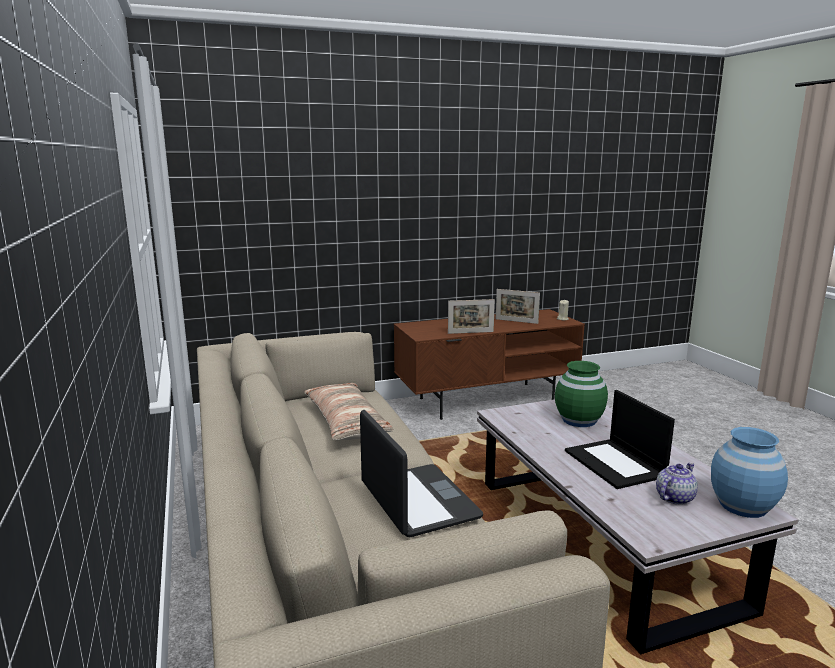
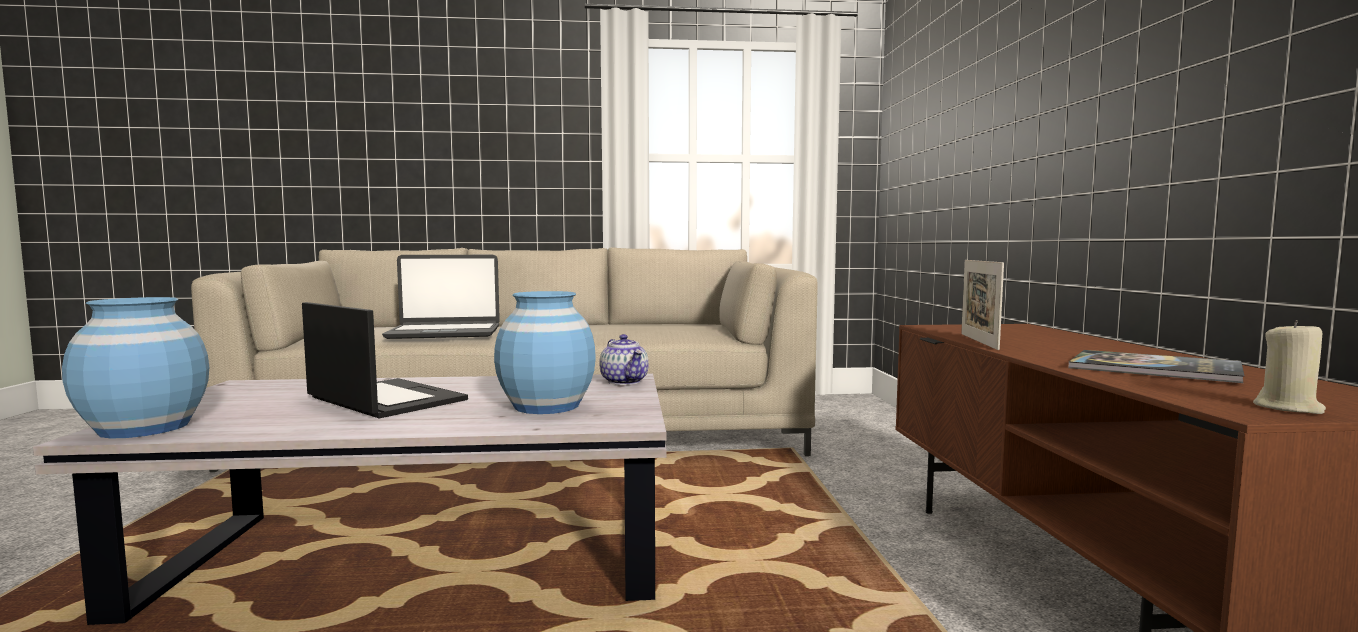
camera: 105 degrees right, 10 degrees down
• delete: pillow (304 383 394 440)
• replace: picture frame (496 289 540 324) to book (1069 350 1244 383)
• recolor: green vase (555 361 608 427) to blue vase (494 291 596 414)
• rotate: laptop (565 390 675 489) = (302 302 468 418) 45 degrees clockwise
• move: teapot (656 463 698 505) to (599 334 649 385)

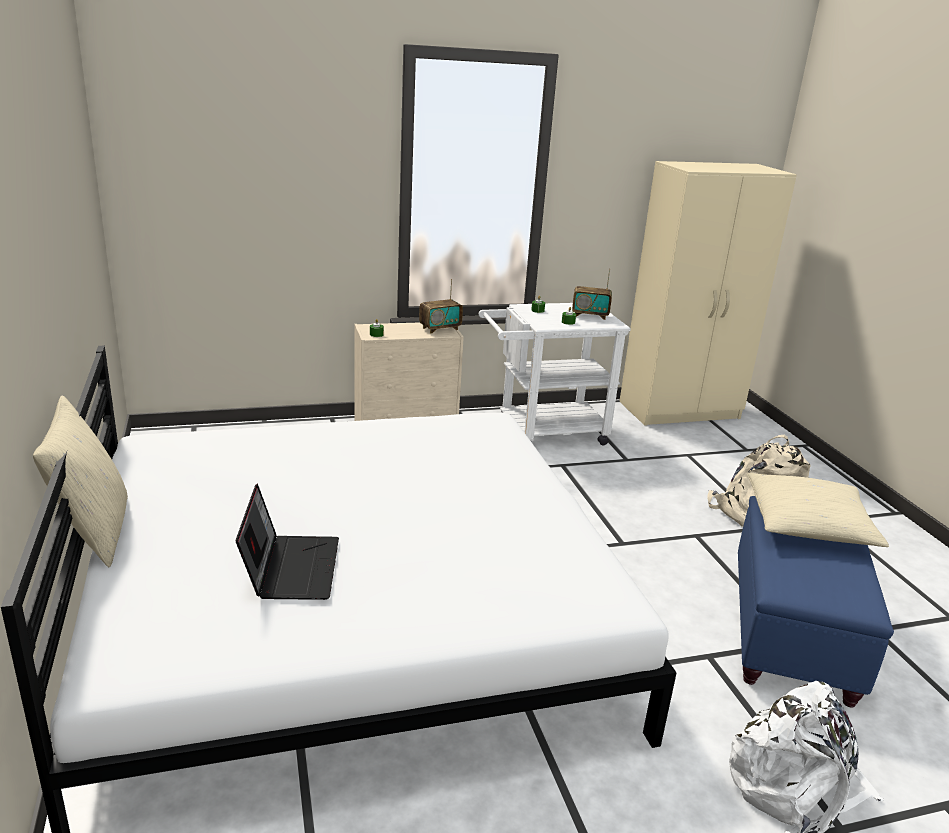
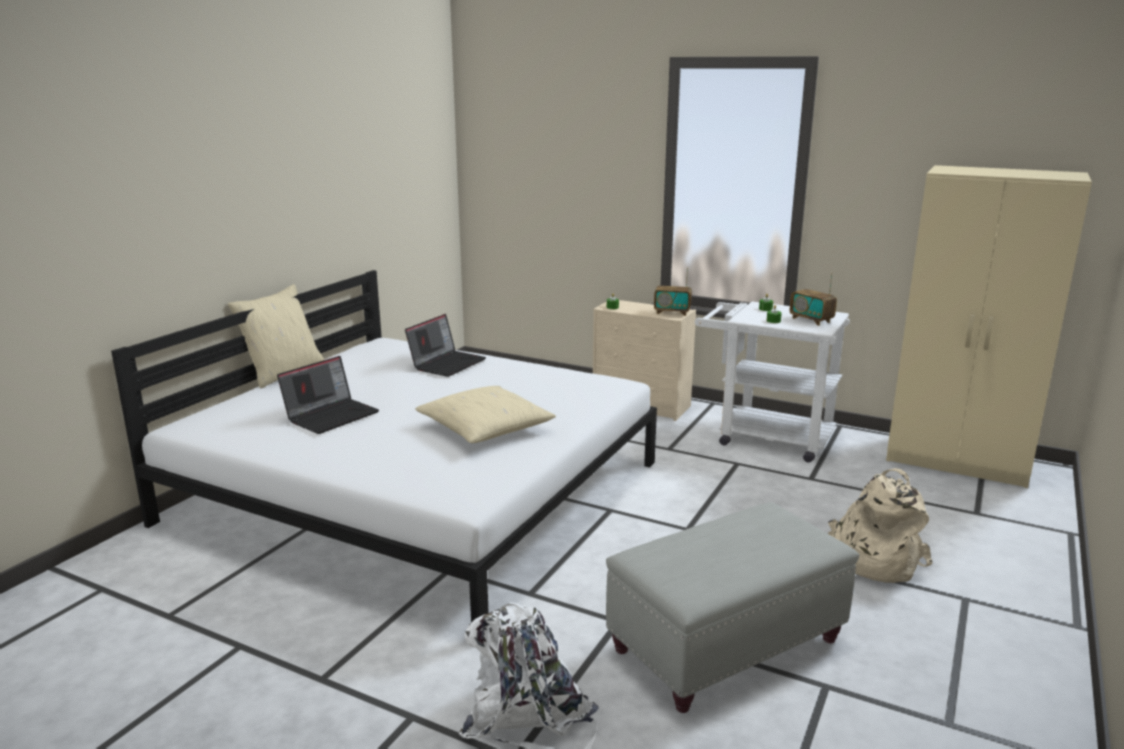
camera: 45 degrees right, 5 degrees down
• recolor: blue ottoman (738 496 894 708) to grey ottoman (606 502 859 713)
• move: beige pillow (747 473 889 547) to (415 386 556 443)
• insert: laptop (405 314 486 377)

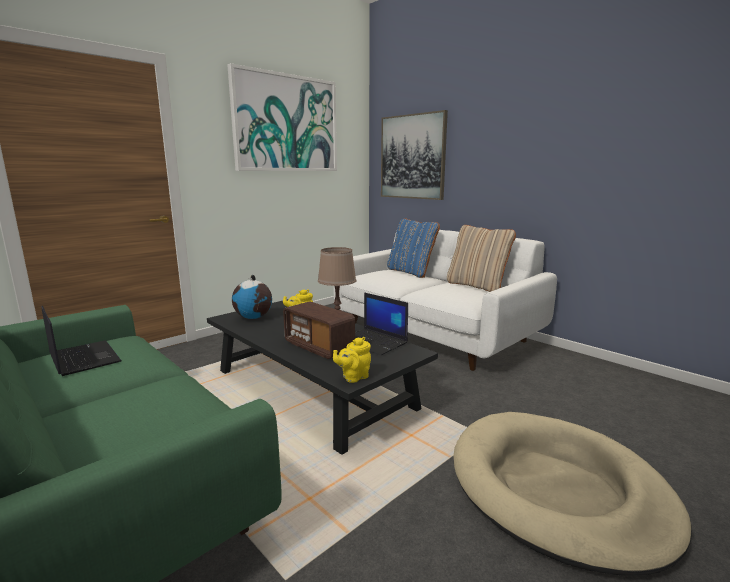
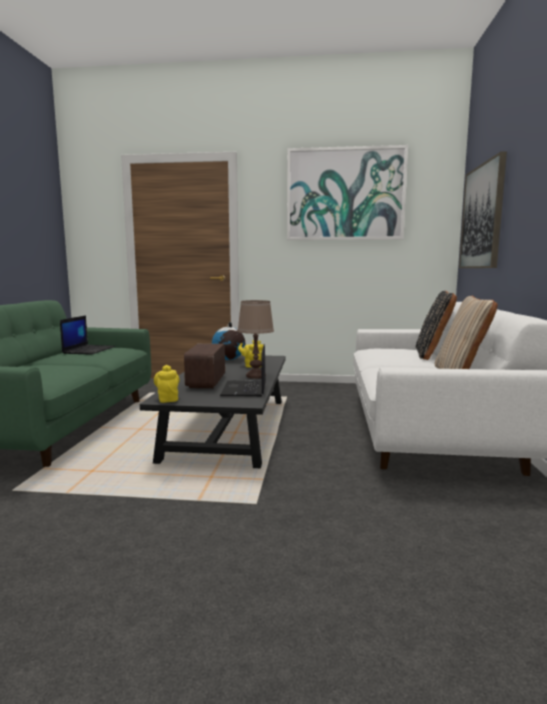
camera: 50 degrees right, 5 degrees down
• rotate: yellow teapot (333 337 371 383) = (154 365 180 403) 60 degrees clockwise
• recolor: blue pillow (387 218 440 278) to black pillow (416 291 457 360)
• delete: beige dog bed (454 412 692 576)

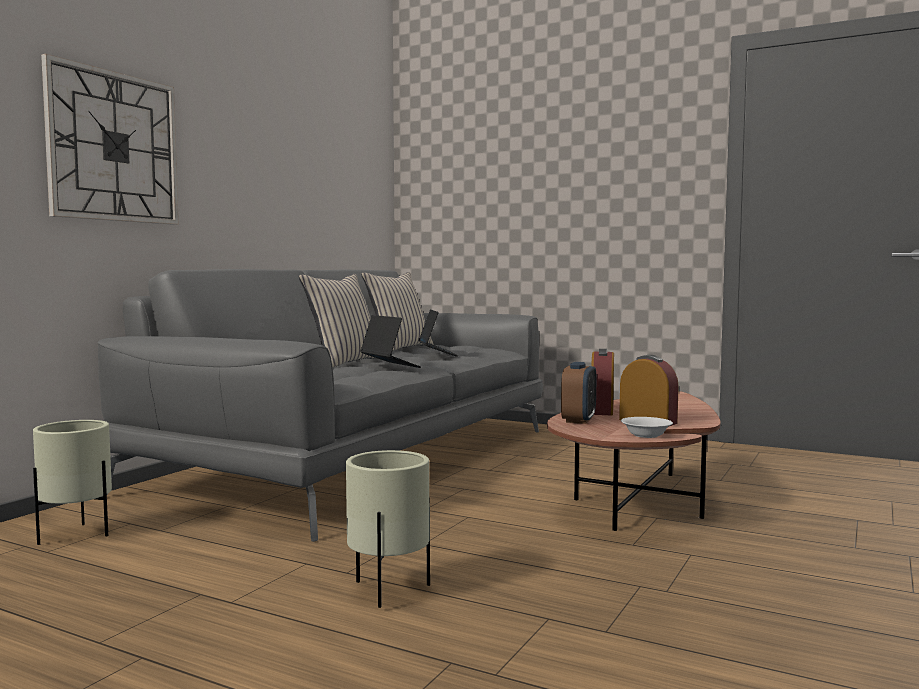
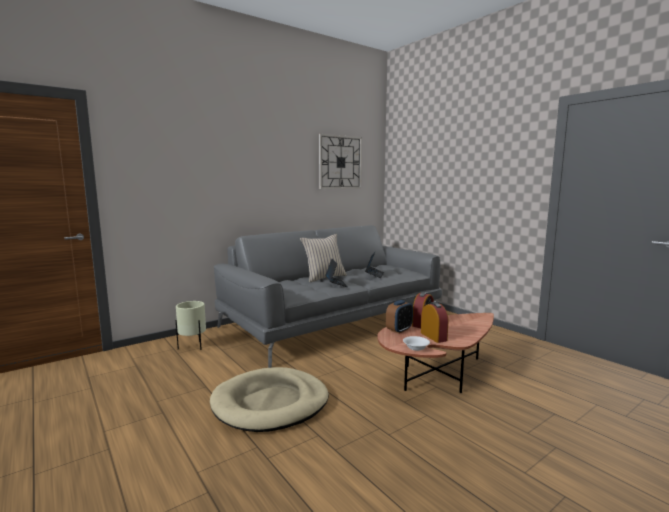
camera: 25 degrees right, 5 degrees up
• move: wall clock (41 54 179 225) to (319 134 362 189)
• replace: beige planter (346 450 430 608) to beige dog bed (210 367 329 432)
• delete: beige pillow (361 272 433 351)

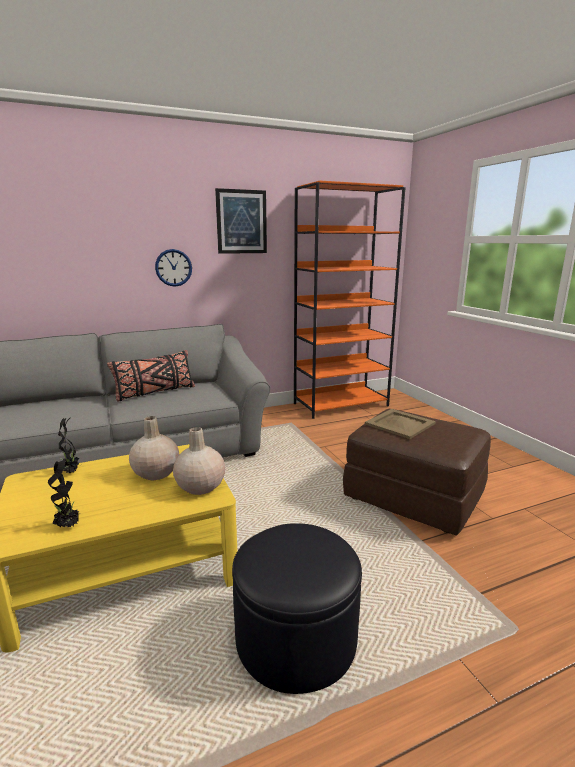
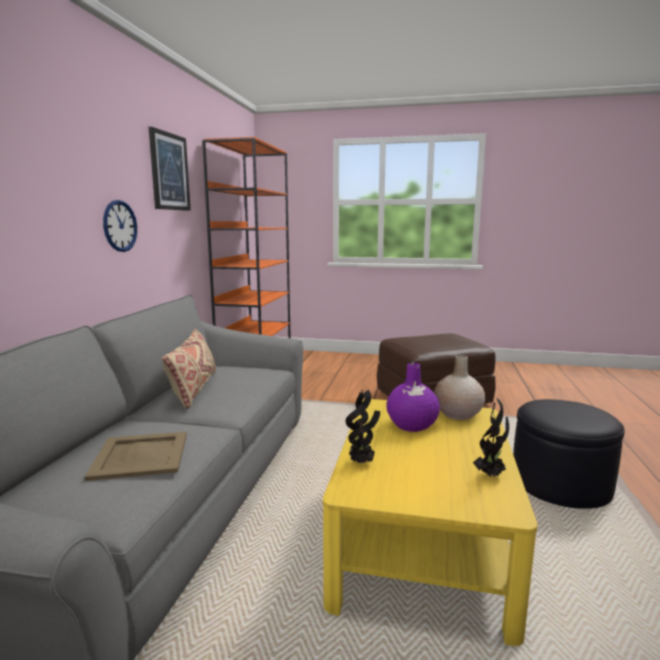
camera: 55 degrees left, 5 degrees down
• recolor: black pillow (107 350 195 401) to beige pillow (161 328 216 409)
• recolor: beige vase (129 416 179 481) to purple vase (386 362 440 432)
• move: beige tray (365 409 436 439) to (84 431 187 481)

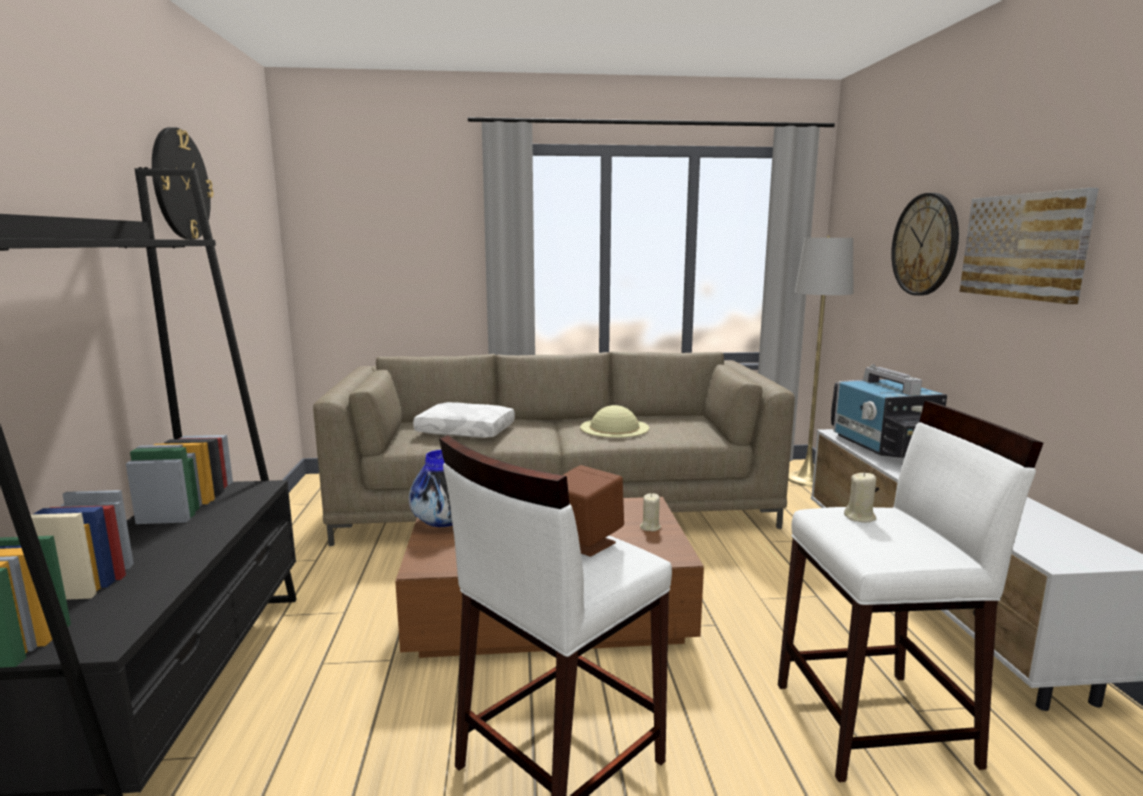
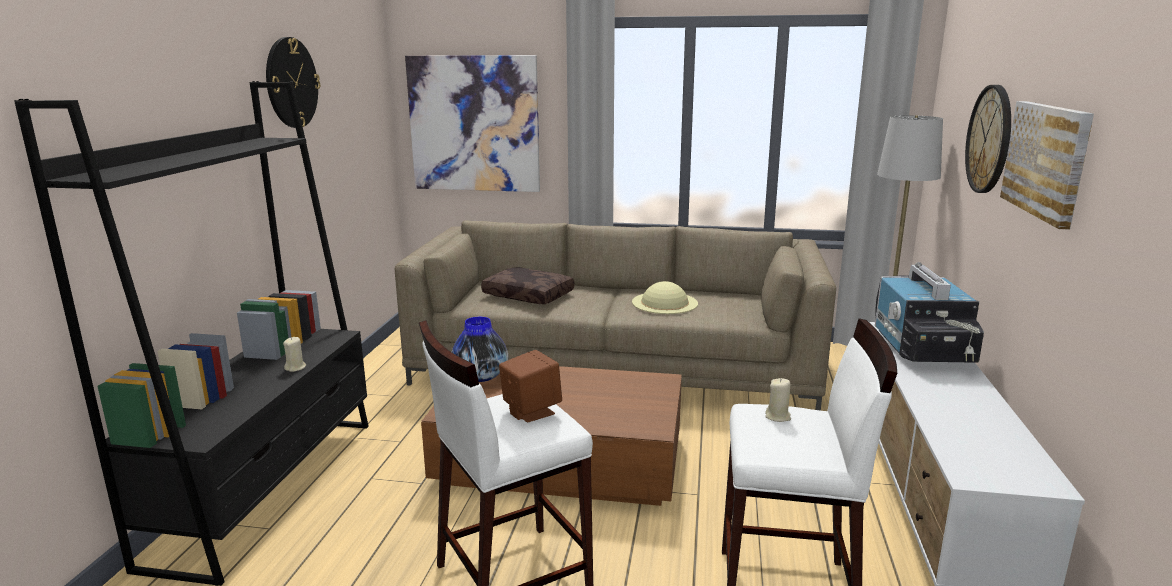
camera: 15 degrees right, 5 degrees up
• recolor: white pillow (413 402 515 438) to brown pillow (481 267 574 304)
• move: beige candle (640 493 661 532) to (283 337 306 372)
• insert: picture (405 55 540 192)

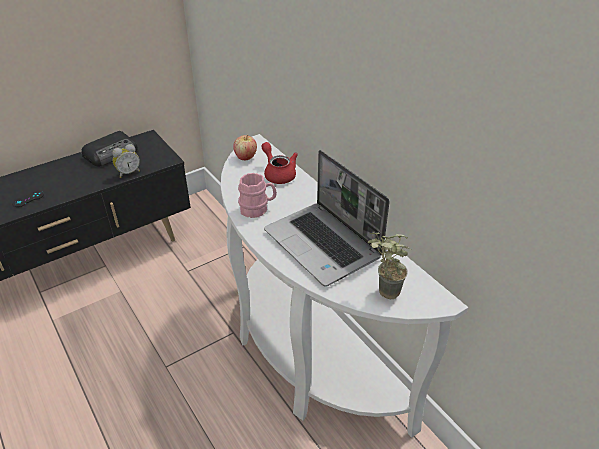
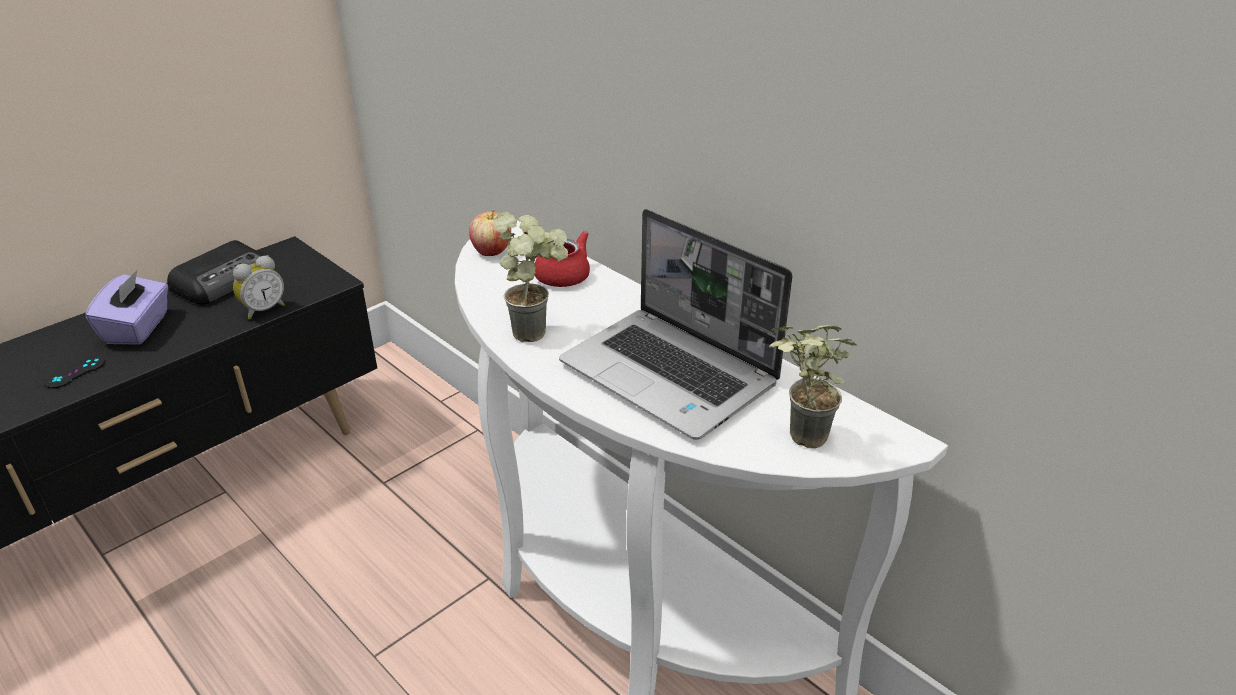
camera: 10 degrees left, 5 degrees down
• replace: pink mug (238 173 277 218) to potted plant (493 212 568 342)
• insert: purple tissue box (85 270 168 345)

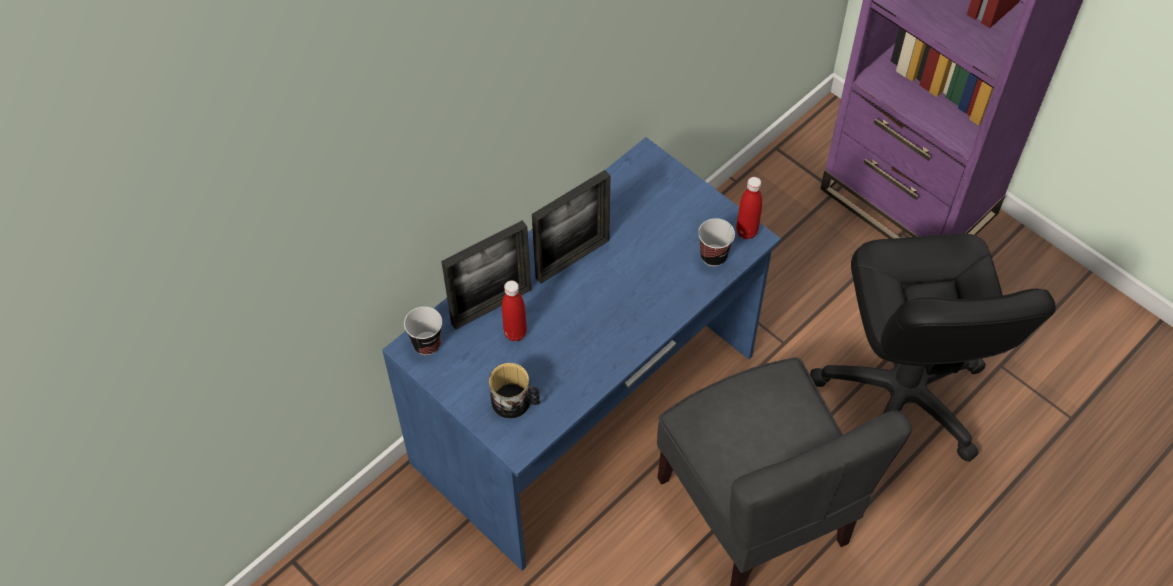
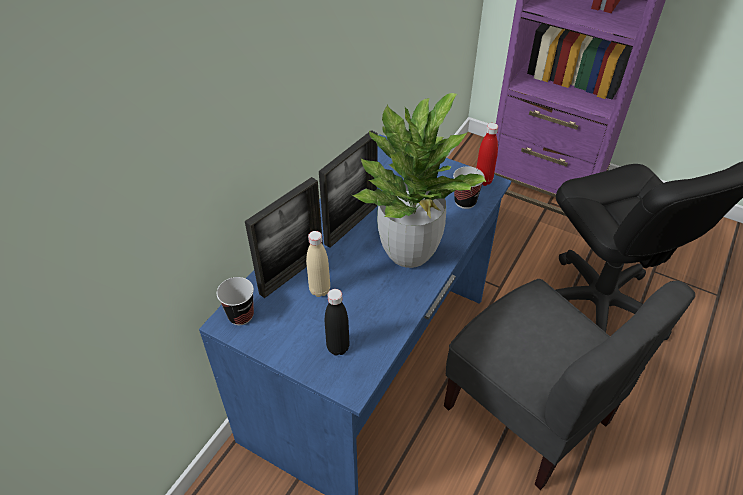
camera: 15 degrees left, 10 degrees down
• replace: mug (489 363 540 419) to black bottle (325 289 350 355)
• recolor: red bottle (502 280 527 341) to beige bottle (306 231 330 297)
• insert: potted plant (352 93 486 268)

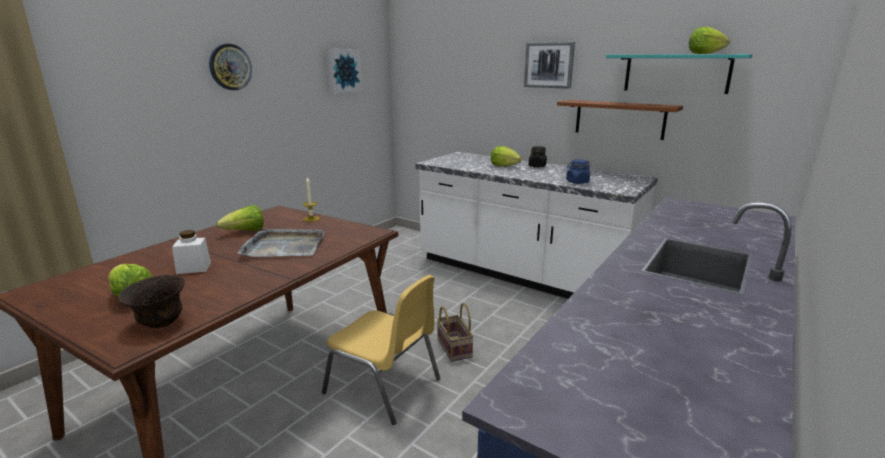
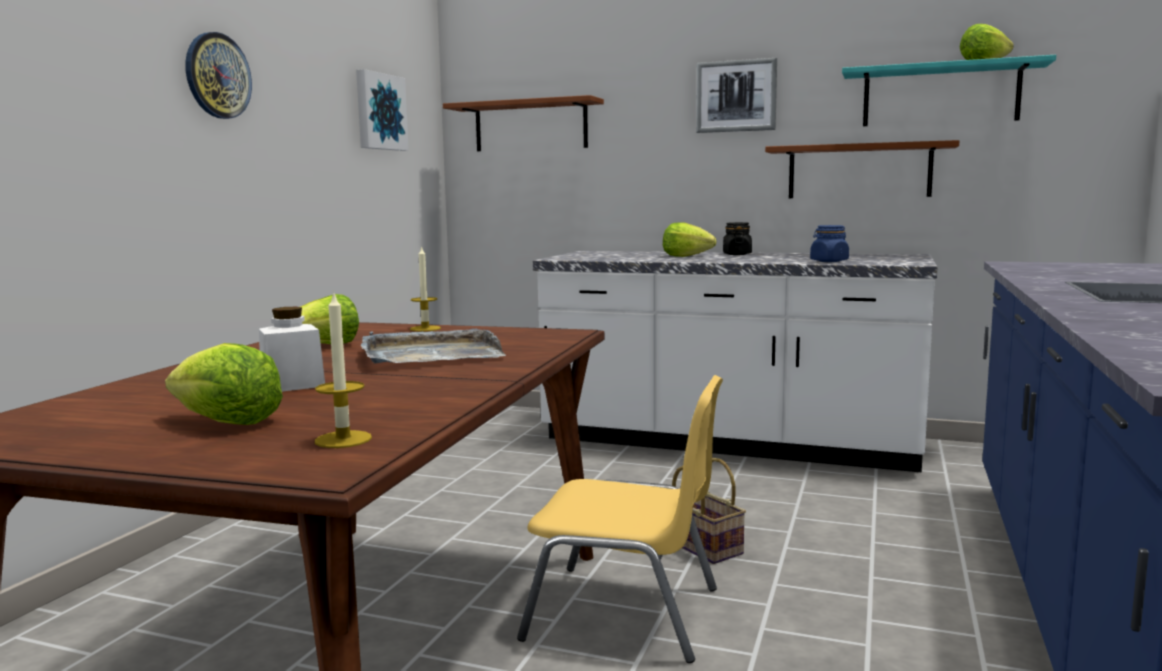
camera: 15 degrees left, 10 degrees down
• replace: brown bowl (118 275 185 328) to candle (315 291 372 448)
• insert: brown shelf (443 95 604 151)

